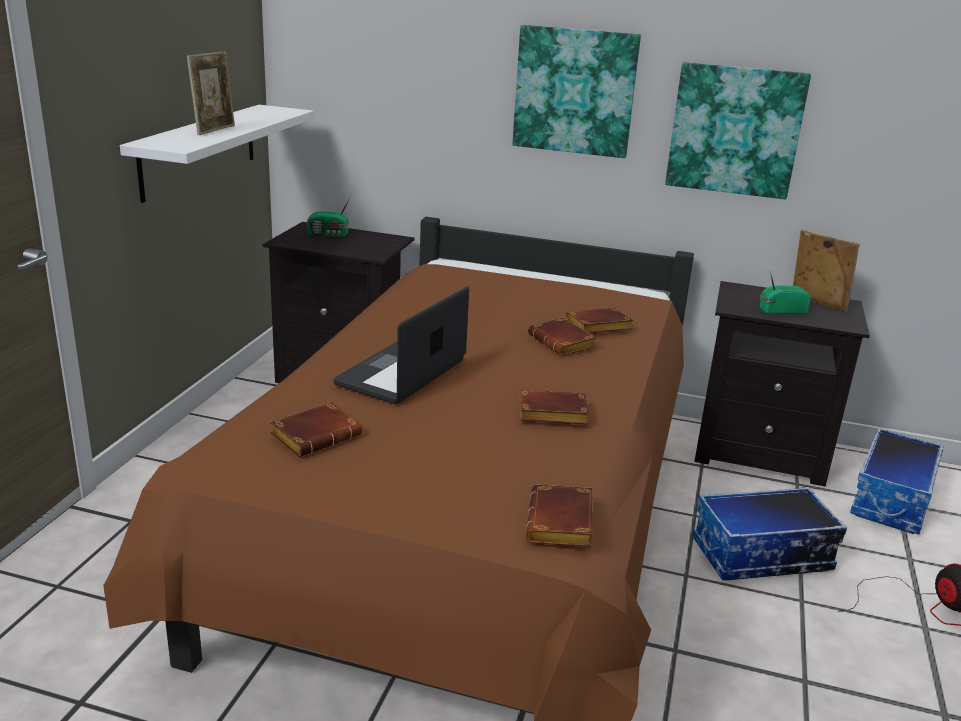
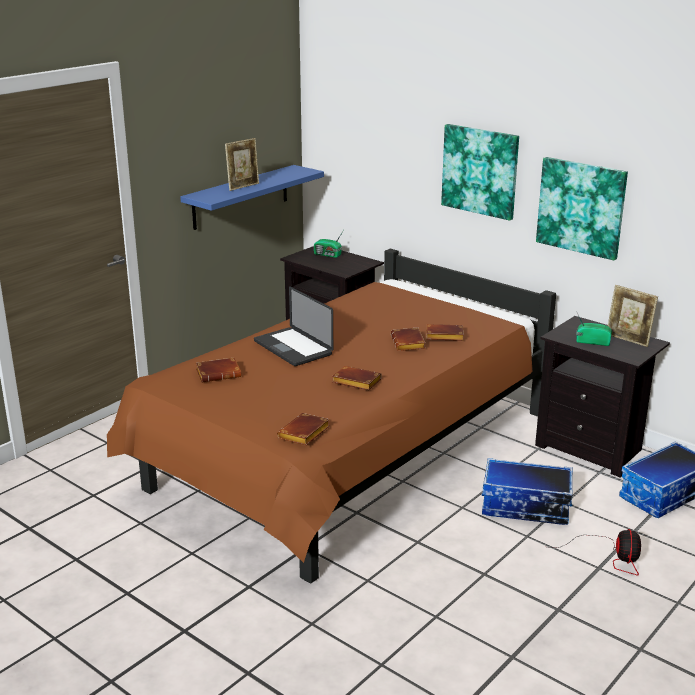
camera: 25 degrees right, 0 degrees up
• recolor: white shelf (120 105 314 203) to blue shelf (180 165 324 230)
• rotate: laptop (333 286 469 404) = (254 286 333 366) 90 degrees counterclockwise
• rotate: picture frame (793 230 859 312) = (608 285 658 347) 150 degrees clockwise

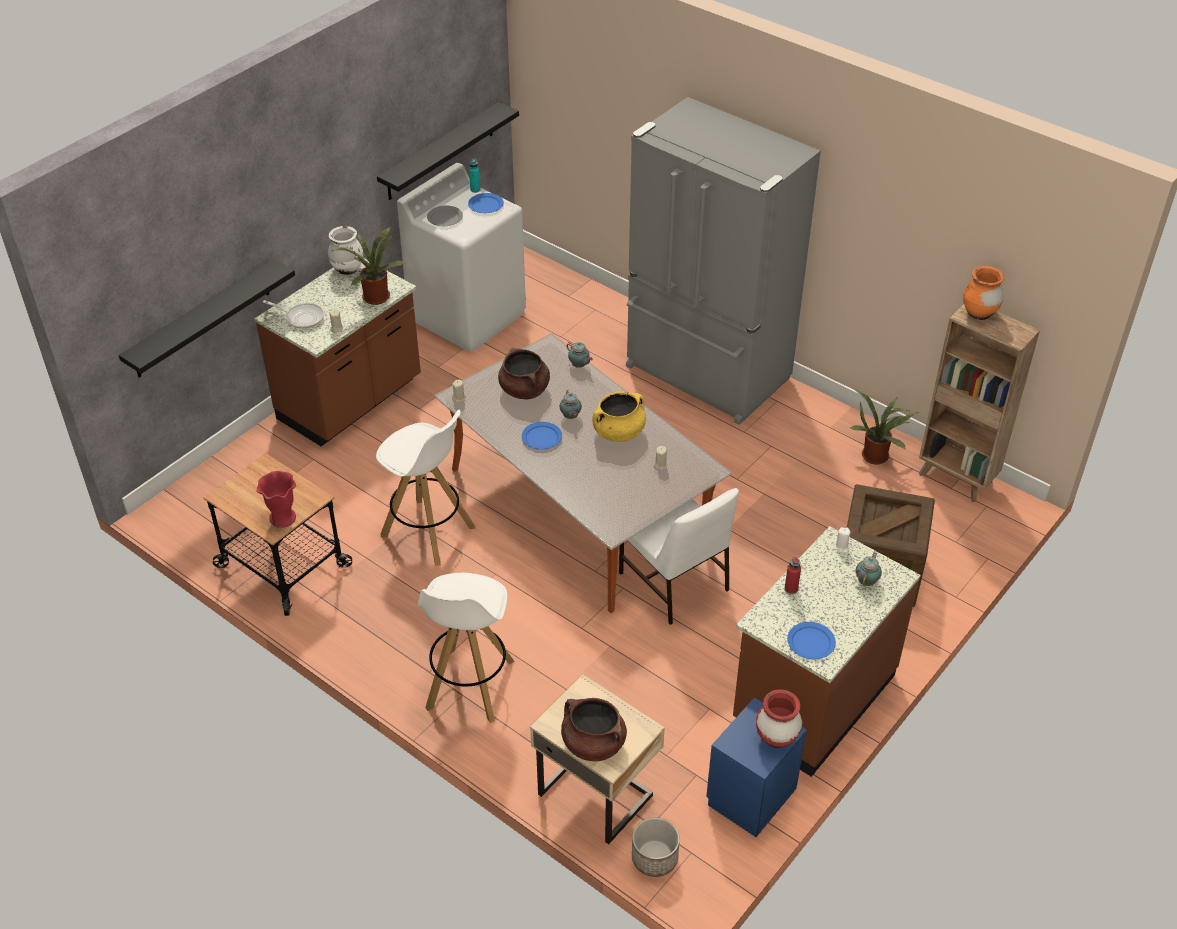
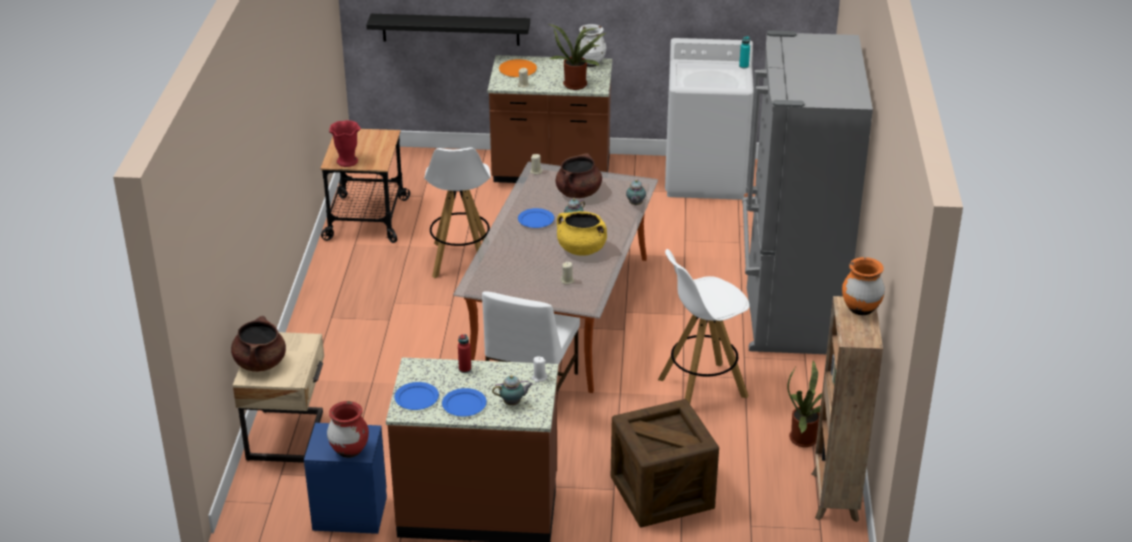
camera: 55 degrees right, 10 degrees down
• replace: frying pan (263 300 324 329) to orange plate (499 59 537 77)
• delete: black shelf (377 102 519 200)
• move: white stool (417 573 515 723) to (658 249 750 403)
• delete: grey plate (427 206 463 226)
• move: blue plate (468 193 504 213) to (442 388 487 417)
• delete: planter (632 817 680 877)

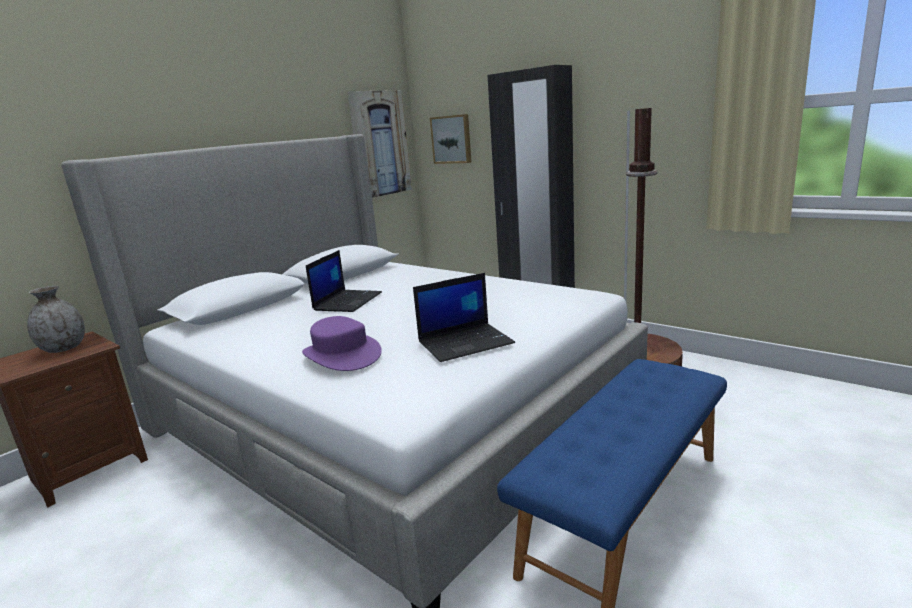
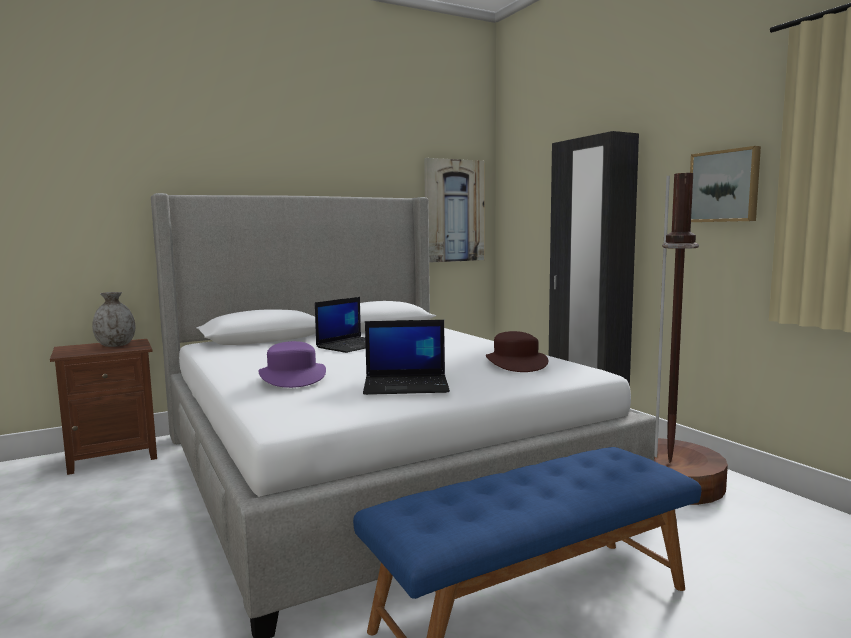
camera: 20 degrees right, 10 degrees down
• move: picture (430 114 471 164) to (690 146 761 222)
• insert: brown hat (486 331 548 372)

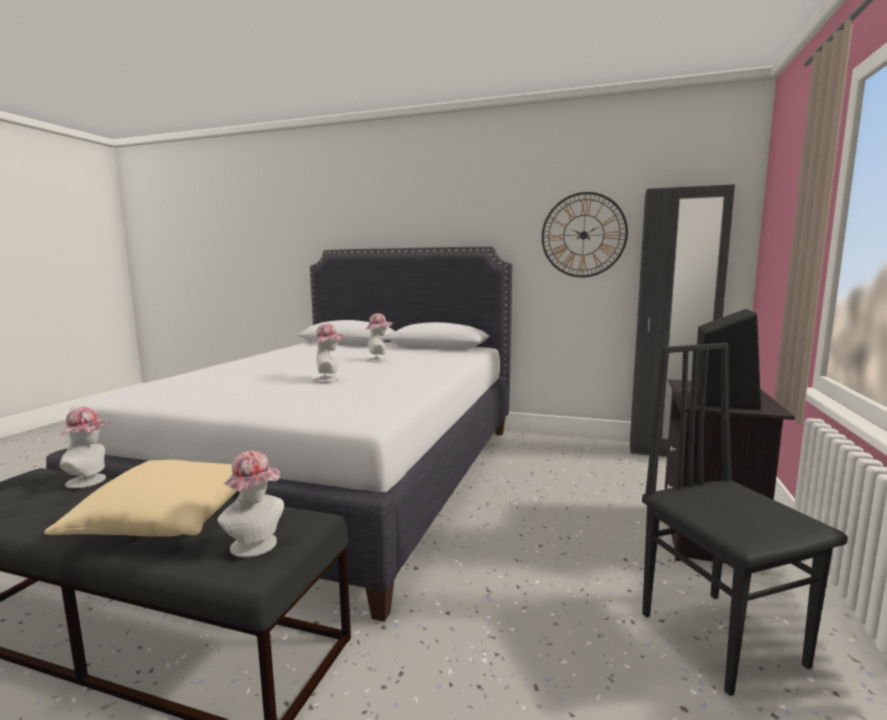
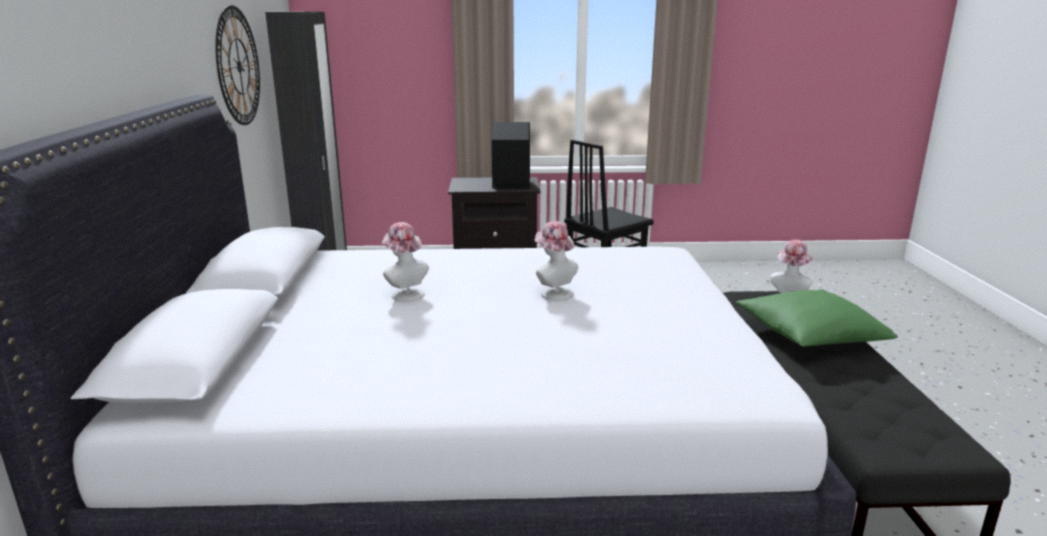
camera: 110 degrees left, 10 degrees up
• recolor: beige pillow (44 460 238 537) to green pillow (736 289 898 347)
• delete: hat (59 407 111 489)

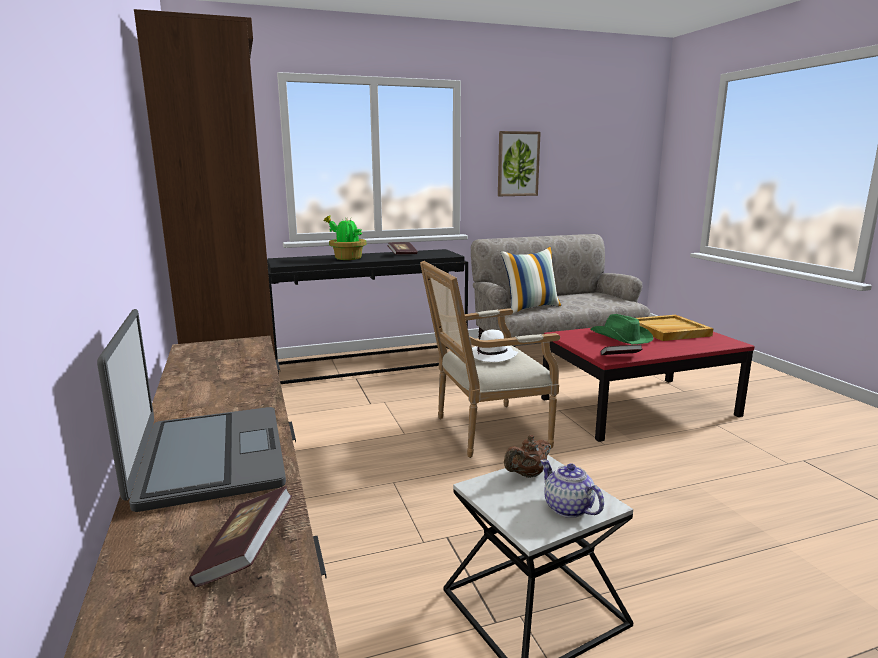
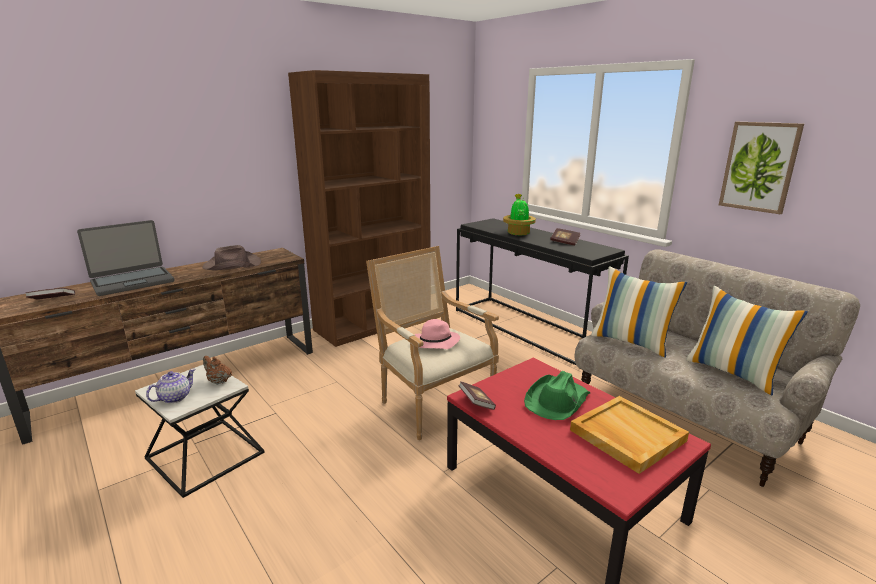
camera: 70 degrees right, 5 degrees up
• recolor: white hat (472 330 518 362) to pink hat (415 319 460 349)
• insert: brown hat (202 245 261 270)
• insert: pillow (686 286 808 395)

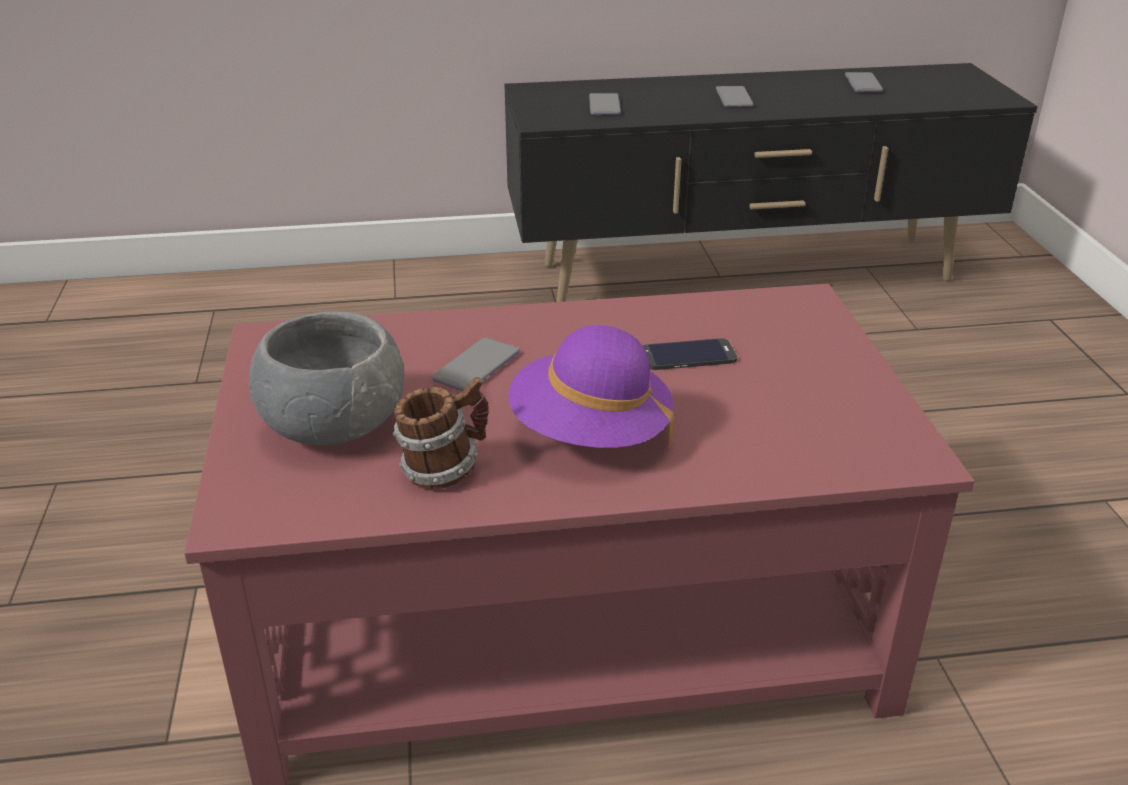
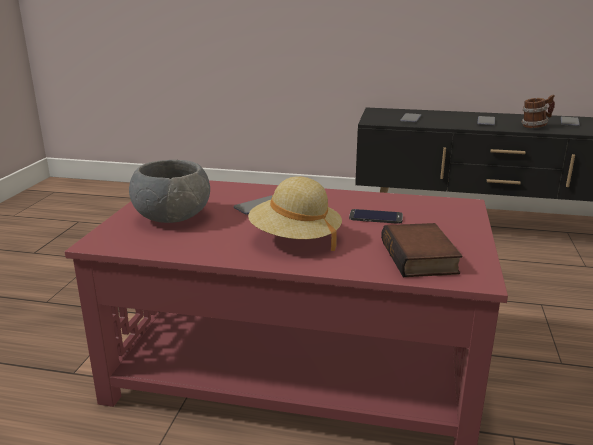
camera: 20 degrees right, 10 degrees down
• move: mug (393 377 489 489) to (522 95 555 128)
• recolor: purple hat (508 325 673 448) to beige hat (248 176 342 251)
• insert: book (381 223 462 277)

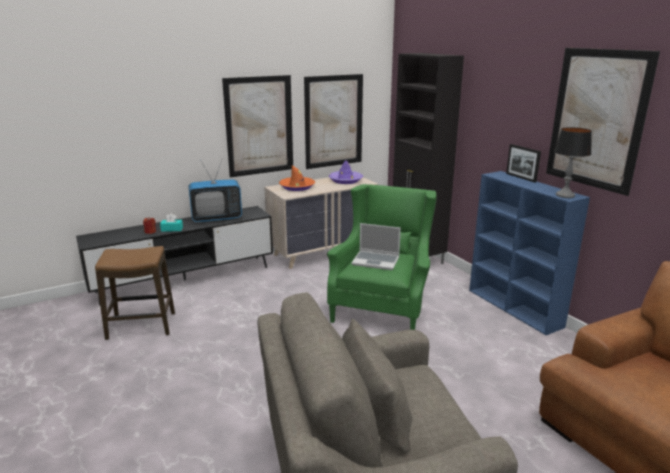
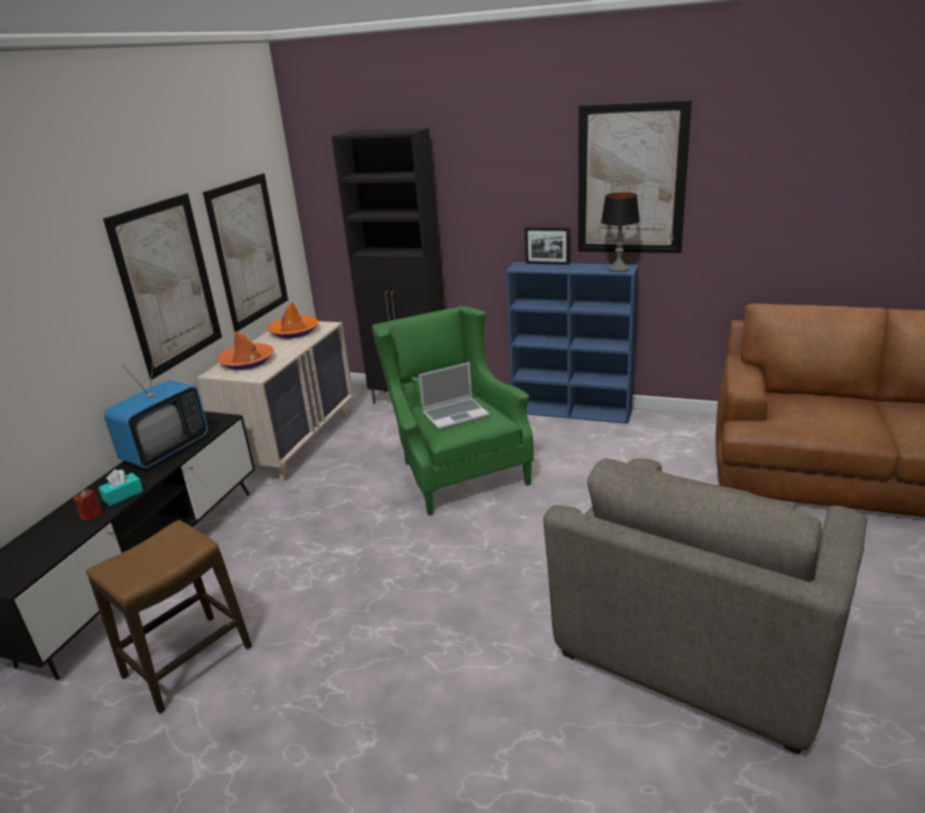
camera: 40 degrees left, 5 degrees up
• recolor: purple hat (329 160 363 184) to orange hat (267 302 319 338)

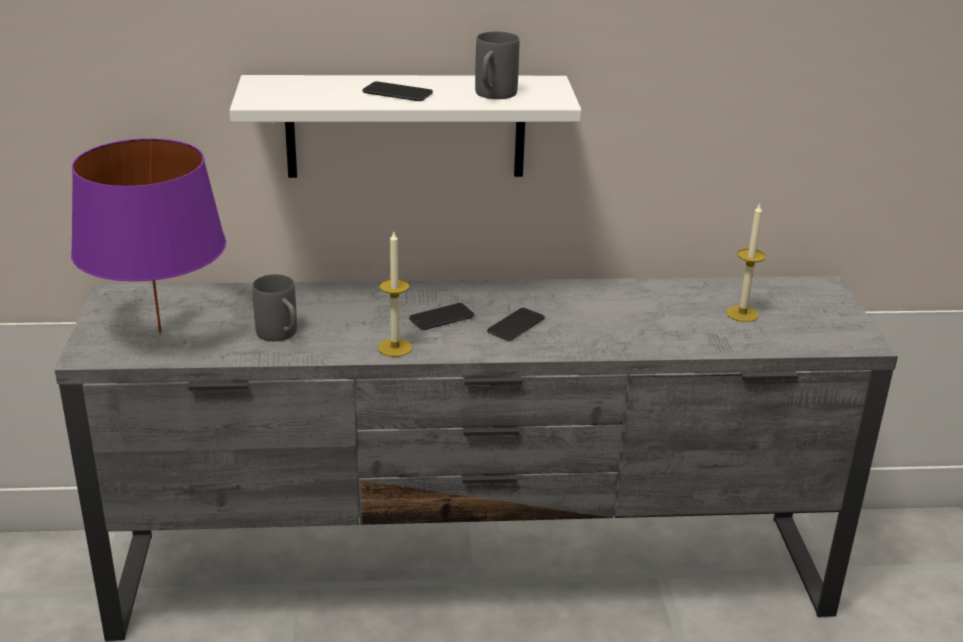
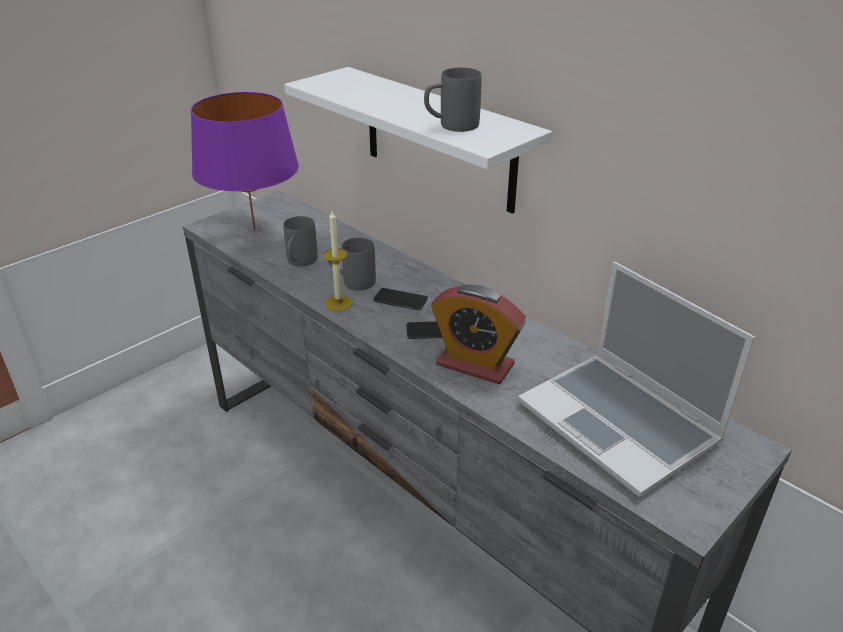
camera: 50 degrees right, 5 degrees up
• delete: phone (362 81 433 101)
• replace: candle (726 203 766 322) to laptop (518 262 755 497)
• insert: grey mug (328 238 376 290)
• insert: alarm clock (431 284 526 384)

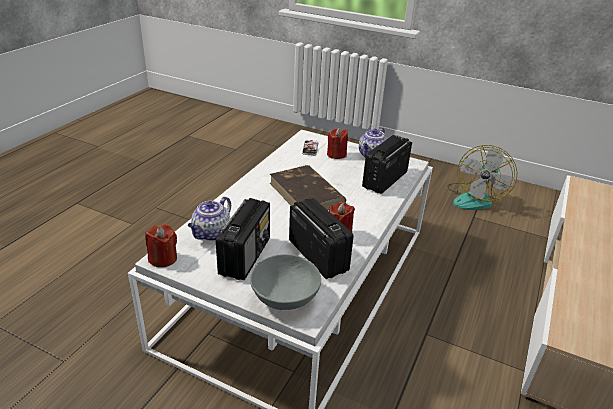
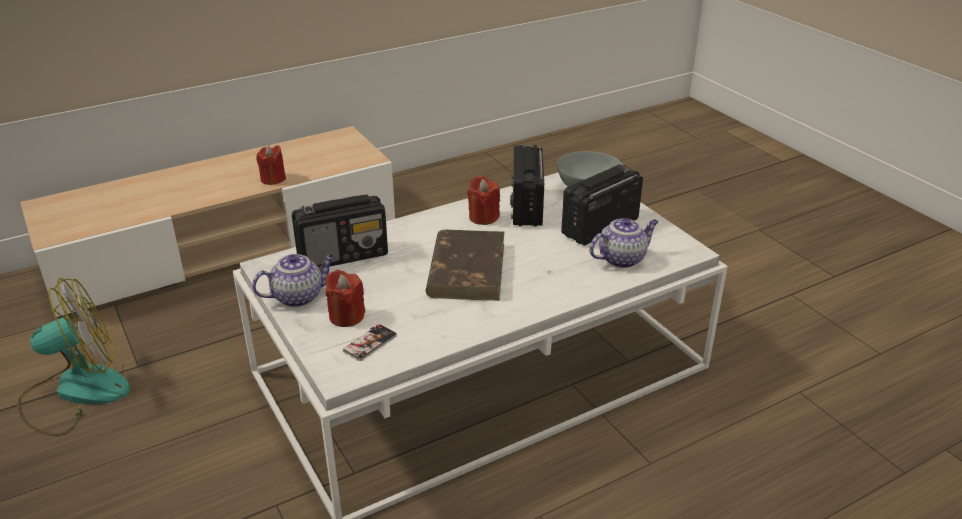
camera: 145 degrees left, 0 degrees up
• move: red candle (145 224 177 267) to (257 145 286 185)

